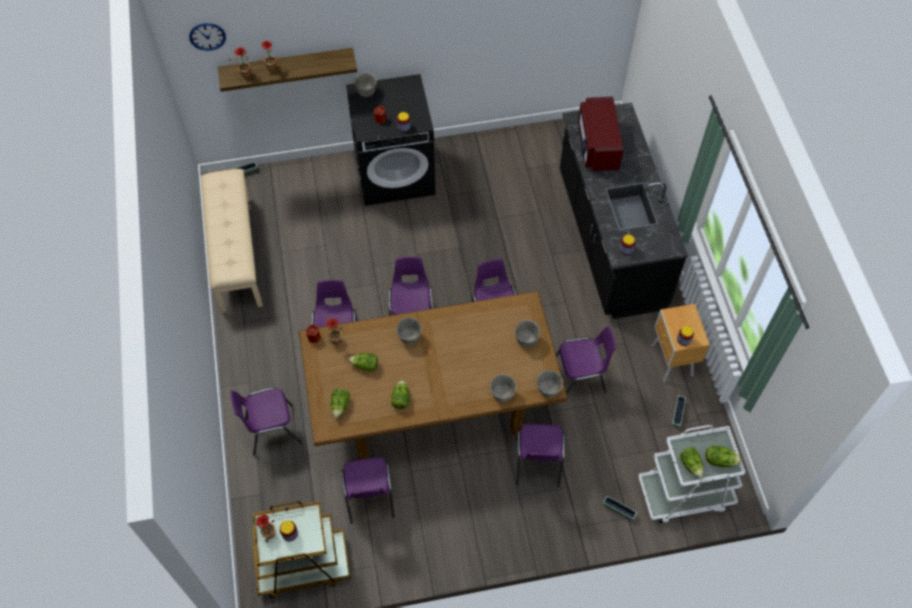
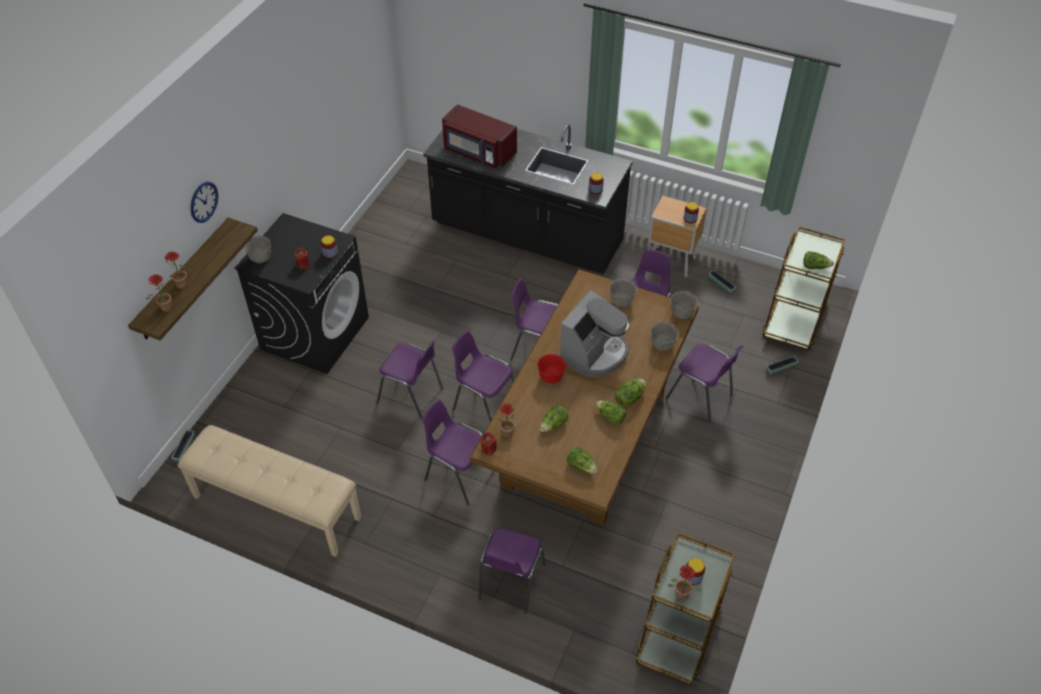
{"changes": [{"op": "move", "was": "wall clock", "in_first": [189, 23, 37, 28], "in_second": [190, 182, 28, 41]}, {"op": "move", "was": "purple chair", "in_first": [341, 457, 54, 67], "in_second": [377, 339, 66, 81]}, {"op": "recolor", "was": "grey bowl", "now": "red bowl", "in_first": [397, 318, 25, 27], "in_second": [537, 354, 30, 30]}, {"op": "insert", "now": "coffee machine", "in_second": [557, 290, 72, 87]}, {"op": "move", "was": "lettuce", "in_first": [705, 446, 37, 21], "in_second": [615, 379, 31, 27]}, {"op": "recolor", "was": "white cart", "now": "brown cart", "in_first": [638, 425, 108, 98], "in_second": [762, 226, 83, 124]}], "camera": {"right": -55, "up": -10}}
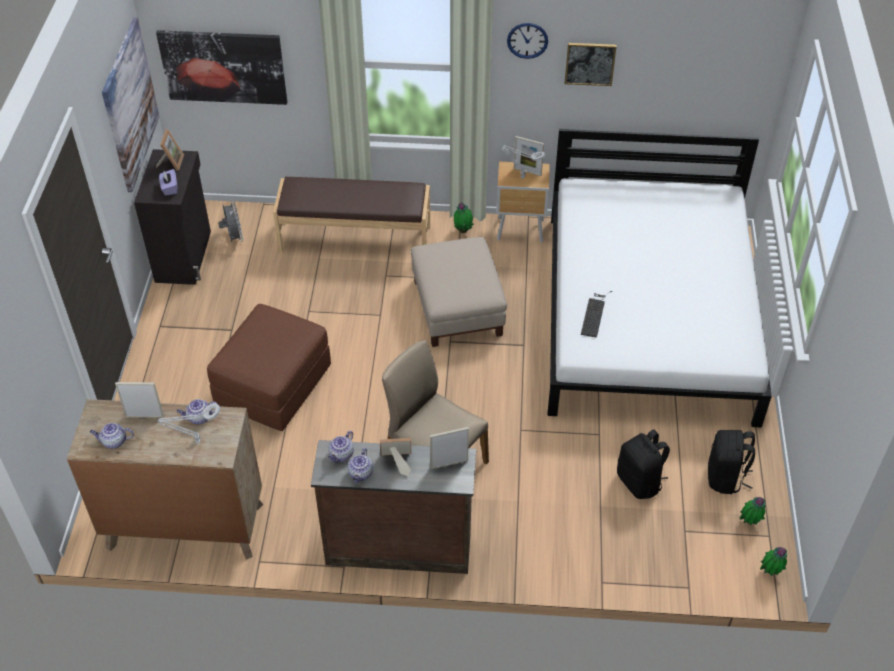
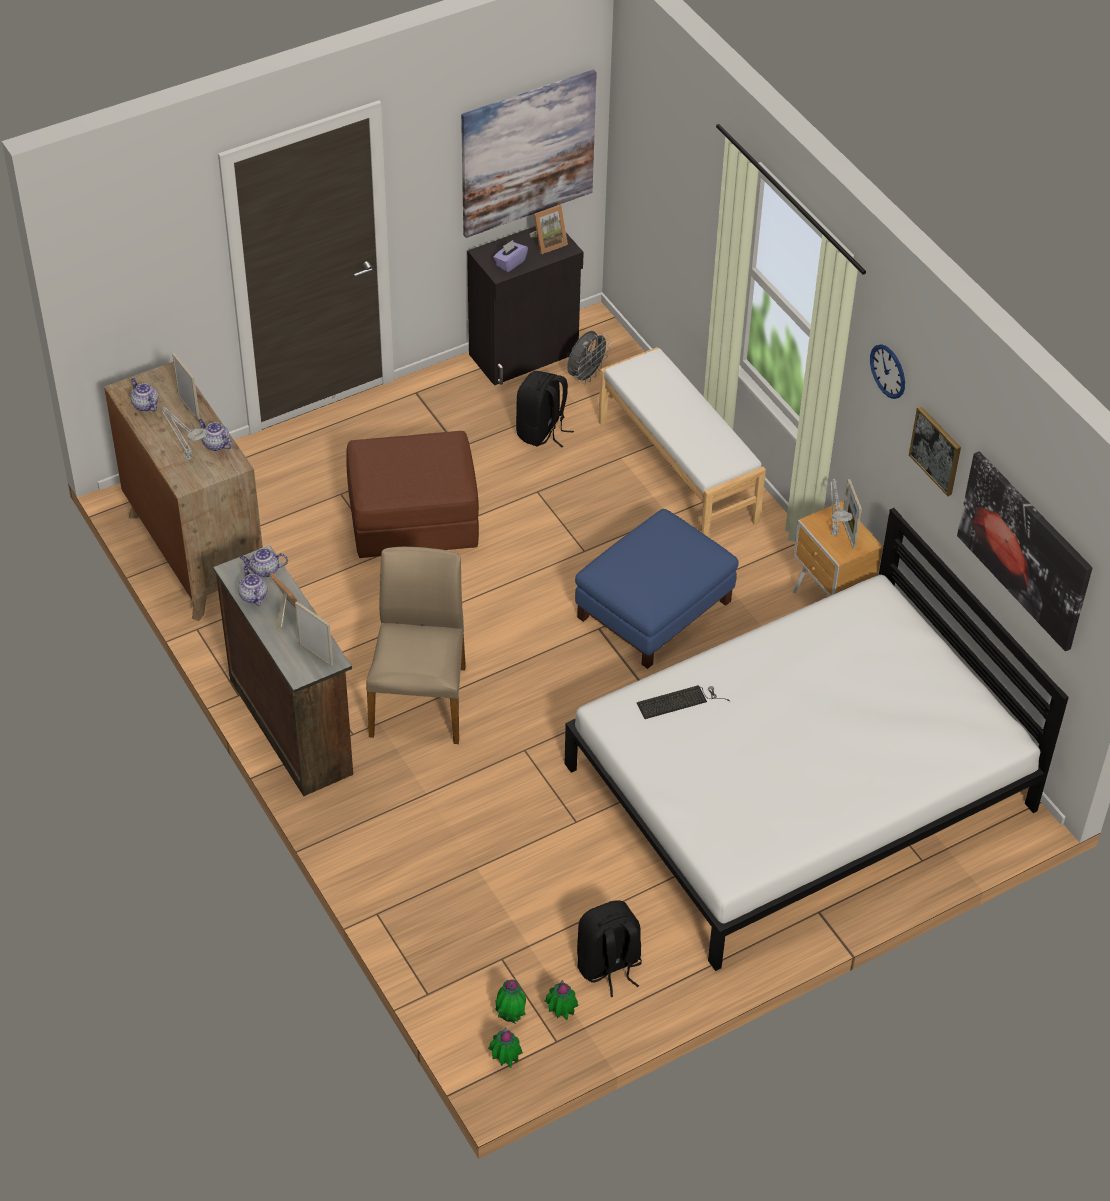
{"changes": [{"op": "rotate", "was": "teapot", "in_first": [348, 448, 25, 35], "in_second": [238, 566, 30, 40], "clockwise": 90}, {"op": "move", "was": "potted plant", "in_first": [454, 202, 20, 31], "in_second": [495, 980, 31, 44]}, {"op": "move", "was": "black backpack", "in_first": [617, 429, 53, 70], "in_second": [516, 371, 58, 76]}, {"op": "recolor", "was": "beige ottoman", "now": "blue ottoman", "in_first": [411, 237, 96, 110], "in_second": [575, 509, 164, 160]}, {"op": "recolor", "was": "brown bench", "now": "white bench", "in_first": [273, 177, 157, 76], "in_second": [598, 347, 168, 190]}, {"op": "move", "was": "picture", "in_first": [156, 30, 131, 75], "in_second": [957, 451, 136, 201]}], "camera": {"right": 55, "up": 0}}
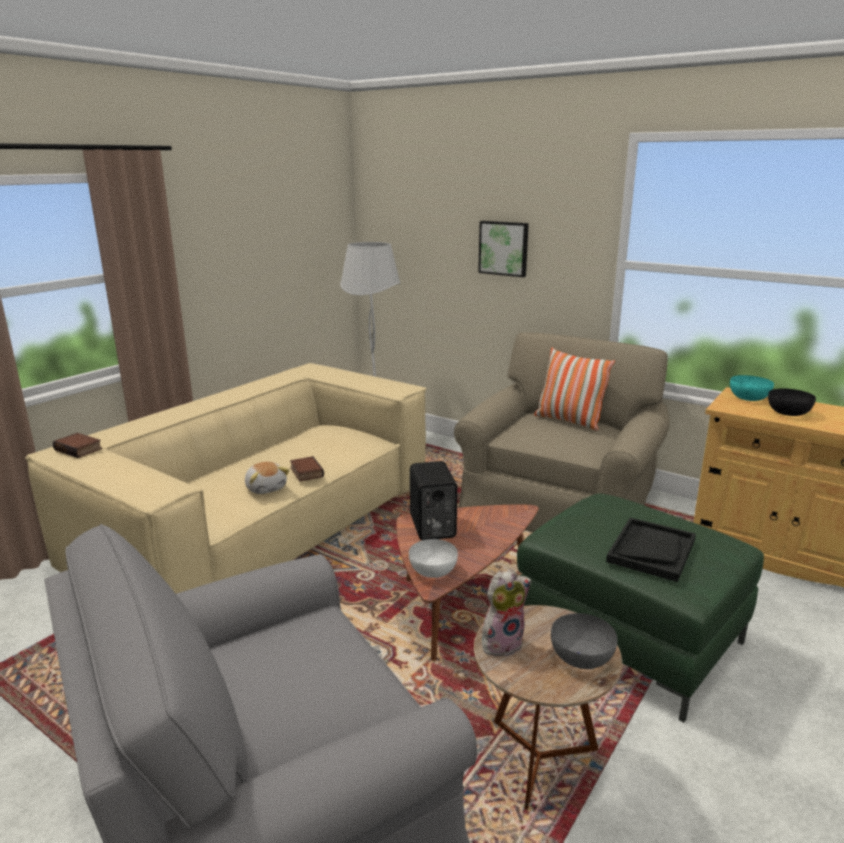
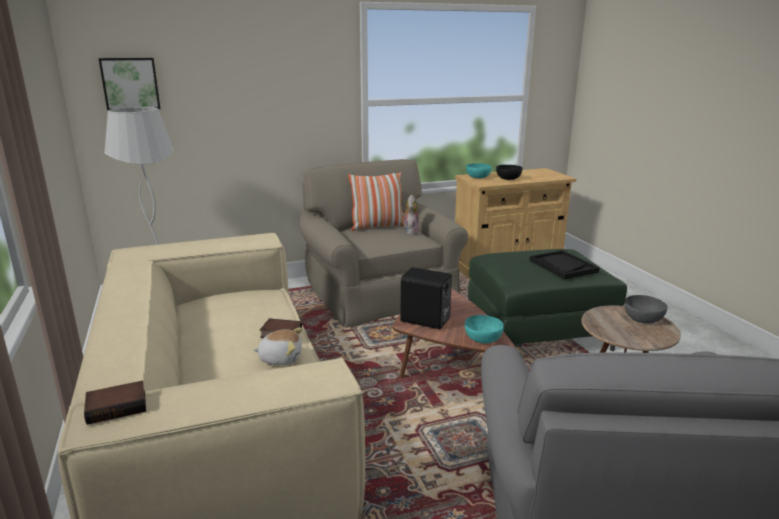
{"changes": [{"op": "move", "was": "picture", "in_first": [478, 221, 51, 56], "in_second": [98, 58, 63, 53]}, {"op": "move", "was": "plush toy", "in_first": [482, 569, 49, 90], "in_second": [402, 195, 17, 40]}, {"op": "recolor", "was": "white bowl", "now": "turquoise bowl", "in_first": [409, 539, 49, 39], "in_second": [465, 315, 39, 28]}], "camera": {"right": -55, "up": 0}}
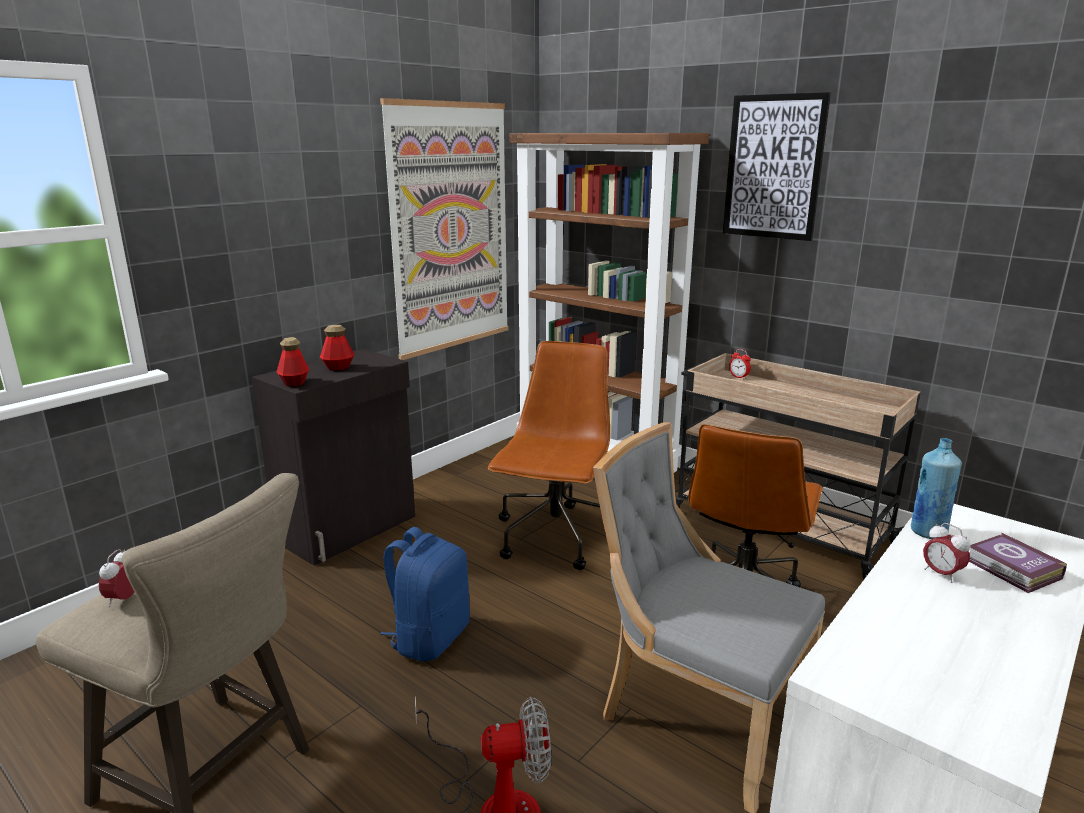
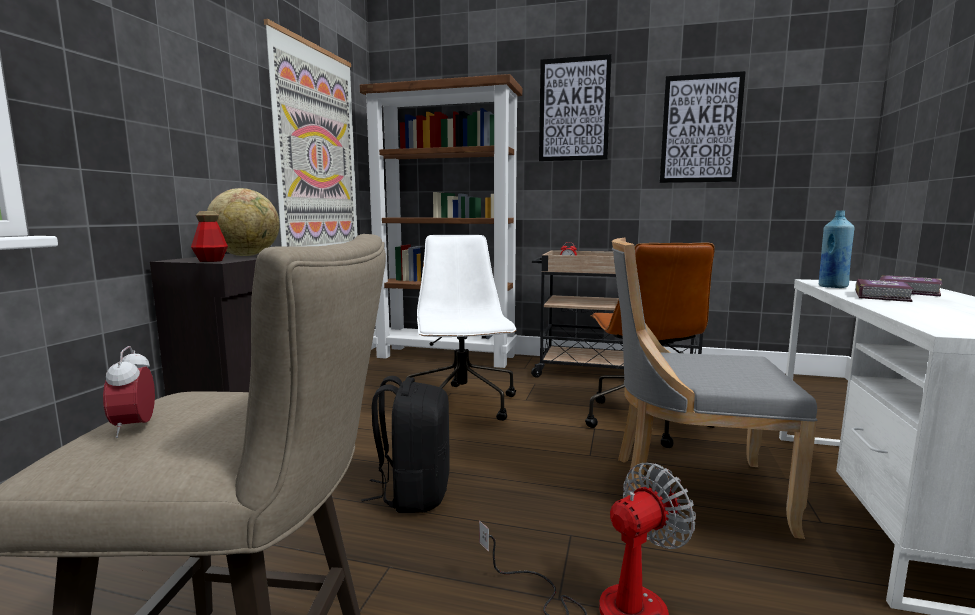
{"changes": [{"op": "replace", "was": "bottle", "now": "globe", "in_first": [320, 325, 35, 46], "in_second": [207, 188, 73, 68]}, {"op": "recolor", "was": "blue backpack", "now": "black backpack", "in_first": [380, 527, 90, 134], "in_second": [361, 376, 89, 137]}, {"op": "recolor", "was": "brown office chair", "now": "white office chair", "in_first": [488, 341, 122, 229], "in_second": [407, 235, 109, 186]}, {"op": "insert", "now": "picture", "in_second": [660, 71, 86, 112]}, {"op": "replace", "was": "alarm clock", "now": "book", "in_first": [923, 523, 47, 60], "in_second": [855, 279, 58, 23]}], "camera": {"right": -25, "up": -10}}
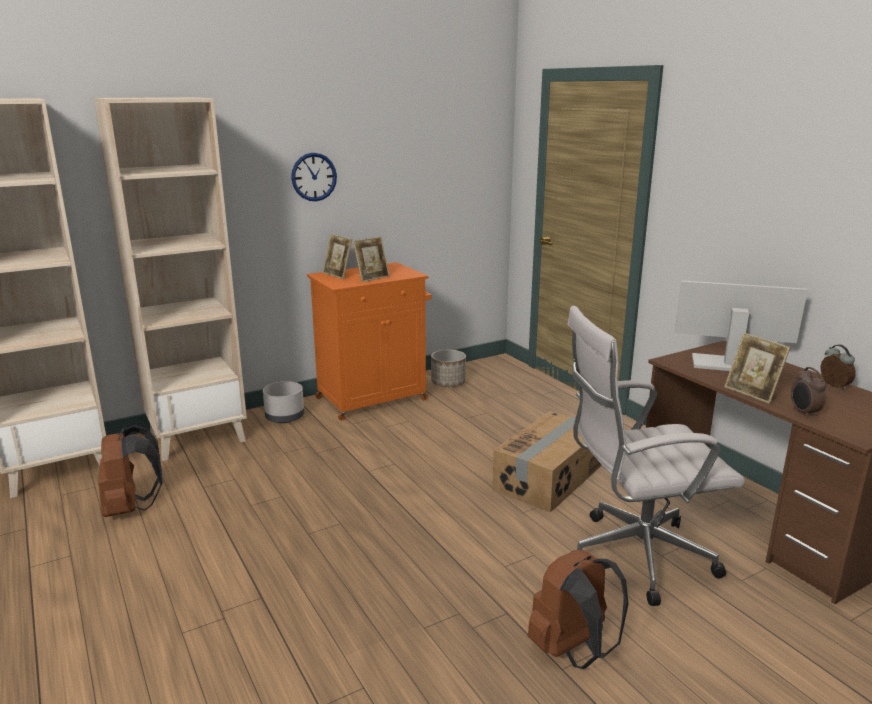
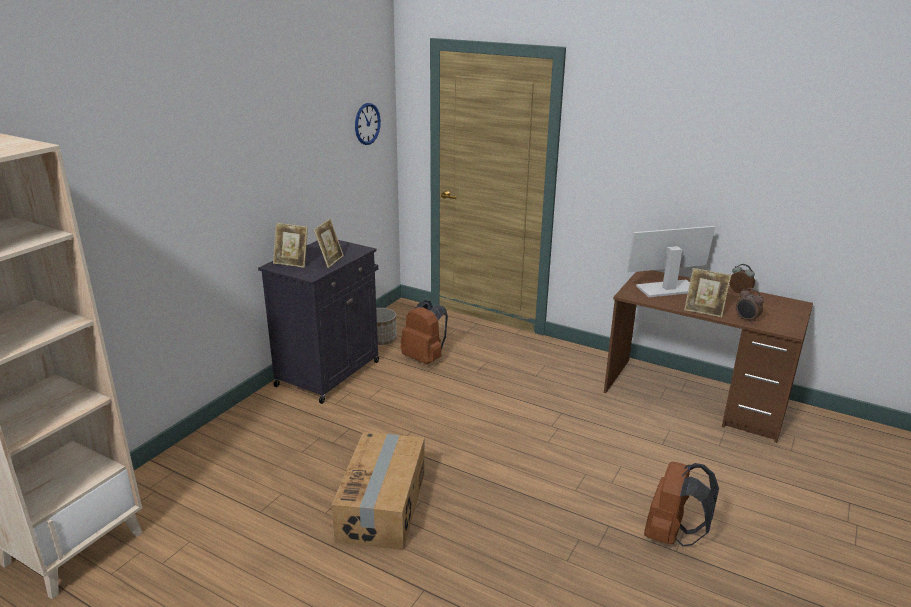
{"changes": [{"op": "recolor", "was": "orange cabinet", "now": "black cabinet", "in_first": [307, 262, 124, 159], "in_second": [258, 240, 121, 164]}, {"op": "move", "was": "cardboard box", "in_first": [492, 411, 109, 102], "in_second": [332, 432, 93, 118]}, {"op": "move", "was": "wall clock", "in_first": [291, 153, 46, 48], "in_second": [355, 103, 26, 42]}, {"op": "move", "was": "brown backpack", "in_first": [98, 425, 65, 92], "in_second": [401, 300, 47, 64]}, {"op": "delete", "was": "beige bookcase", "in_first": [94, 97, 153, 364]}, {"op": "delete", "was": "grey planter", "in_first": [263, 381, 41, 42]}, {"op": "delete", "was": "white office chair", "in_first": [567, 306, 178, 300]}], "camera": {"right": -30, "up": 5}}
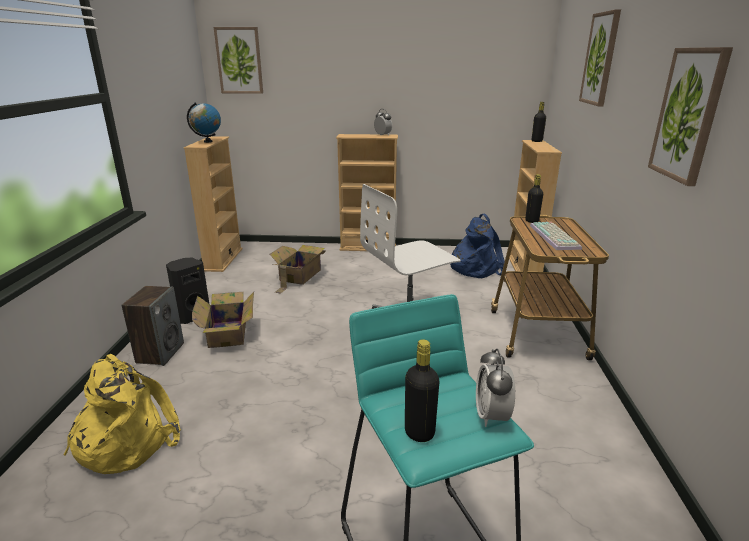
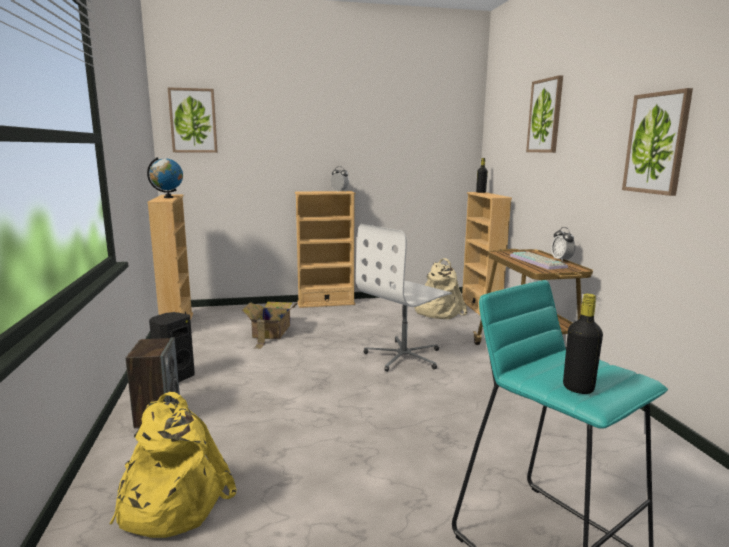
{"changes": [{"op": "recolor", "was": "blue backpack", "now": "beige backpack", "in_first": [450, 214, 55, 64], "in_second": [414, 258, 54, 61]}, {"op": "move", "was": "alarm clock", "in_first": [476, 349, 39, 78], "in_second": [551, 227, 24, 35]}, {"op": "delete", "was": "cardboard box", "in_first": [192, 292, 62, 56]}, {"op": "delete", "was": "black bottle", "in_first": [525, 174, 18, 49]}], "camera": {"right": -15, "up": -10}}
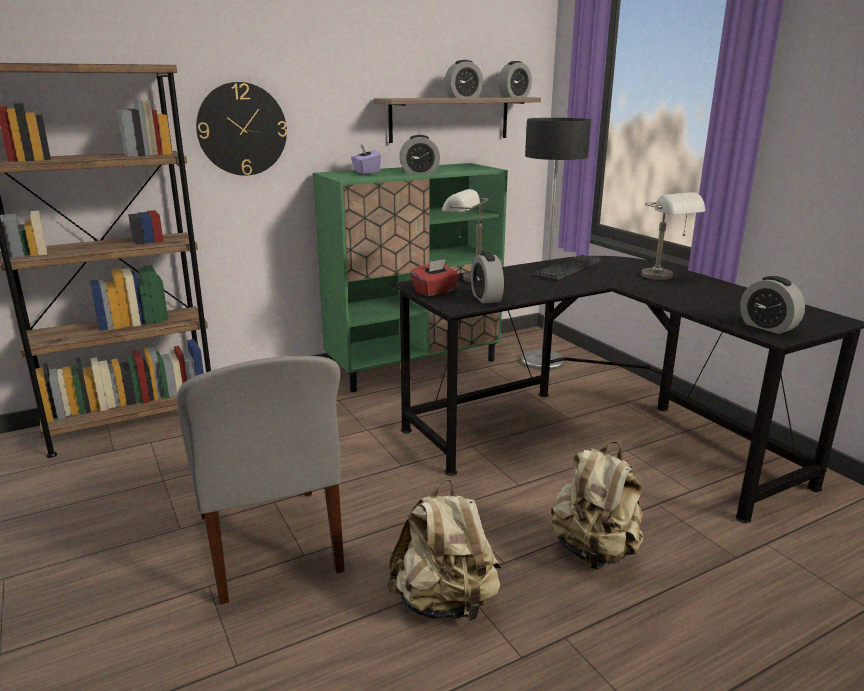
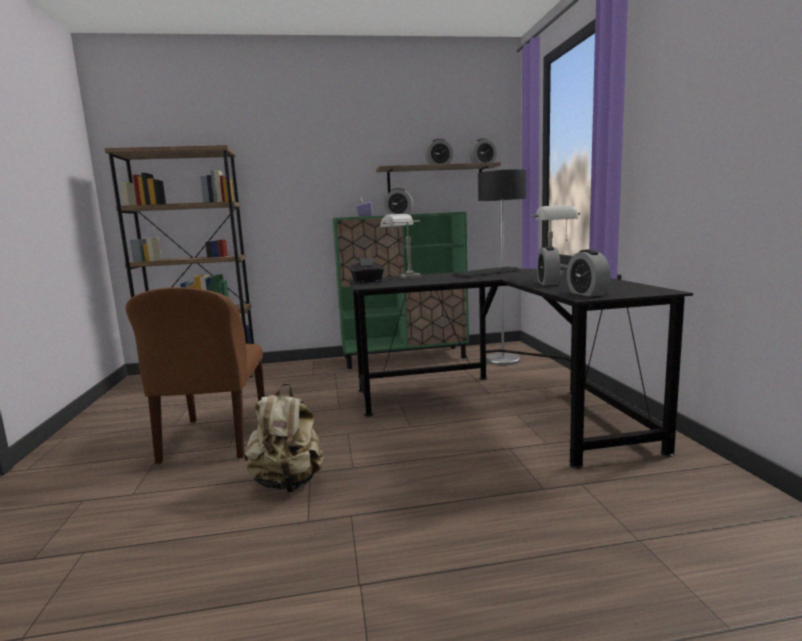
{"changes": [{"op": "recolor", "was": "grey chair", "now": "brown chair", "in_first": [177, 356, 168, 249], "in_second": [126, 287, 139, 177]}, {"op": "recolor", "was": "red tissue box", "now": "black tissue box", "in_first": [411, 259, 48, 37], "in_second": [350, 257, 34, 26]}, {"op": "move", "was": "alarm clock", "in_first": [471, 253, 33, 51], "in_second": [537, 246, 24, 39]}, {"op": "delete", "was": "wall clock", "in_first": [196, 82, 91, 94]}, {"op": "delete", "was": "beige backpack", "in_first": [551, 442, 93, 128]}], "camera": {"right": 20, "up": -10}}
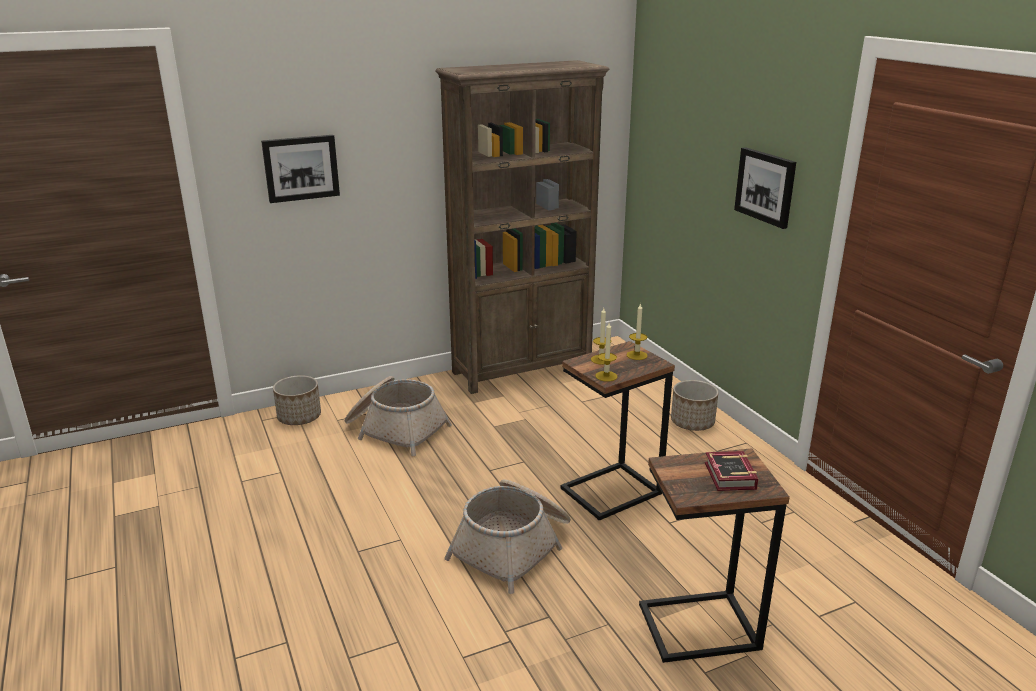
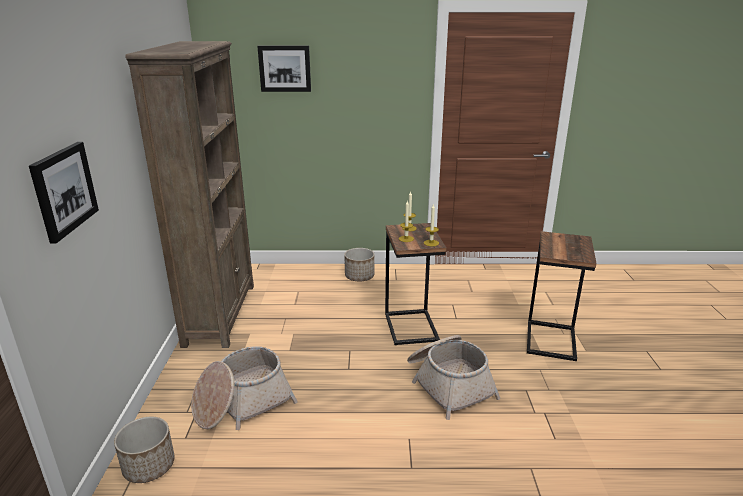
{"changes": [{"op": "move", "was": "picture", "in_first": [734, 147, 62, 82], "in_second": [257, 46, 54, 46]}, {"op": "delete", "was": "book", "in_first": [705, 451, 53, 40]}], "camera": {"right": -65, "up": 0}}
